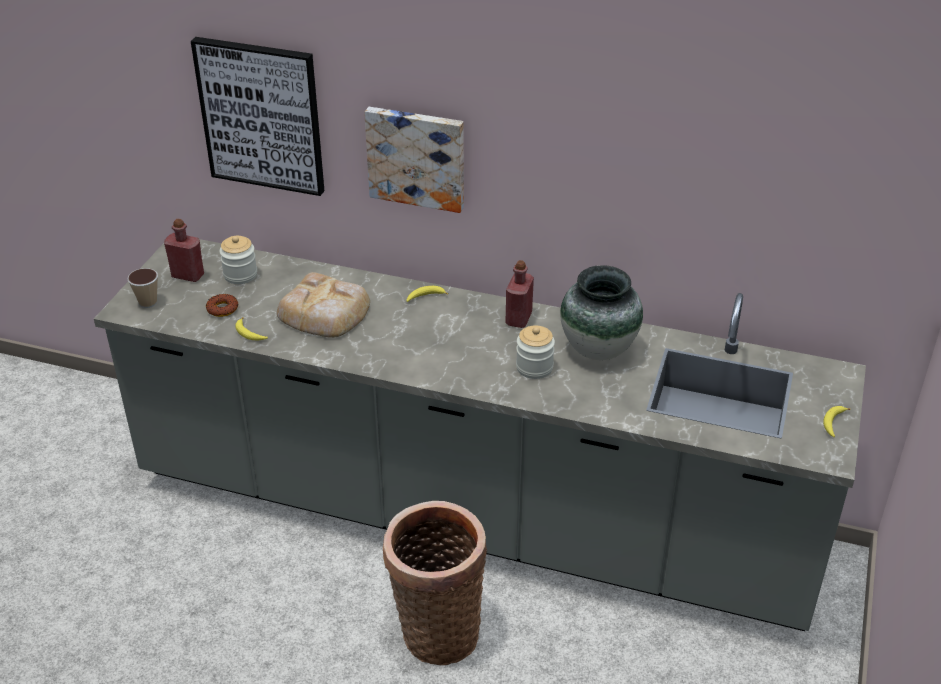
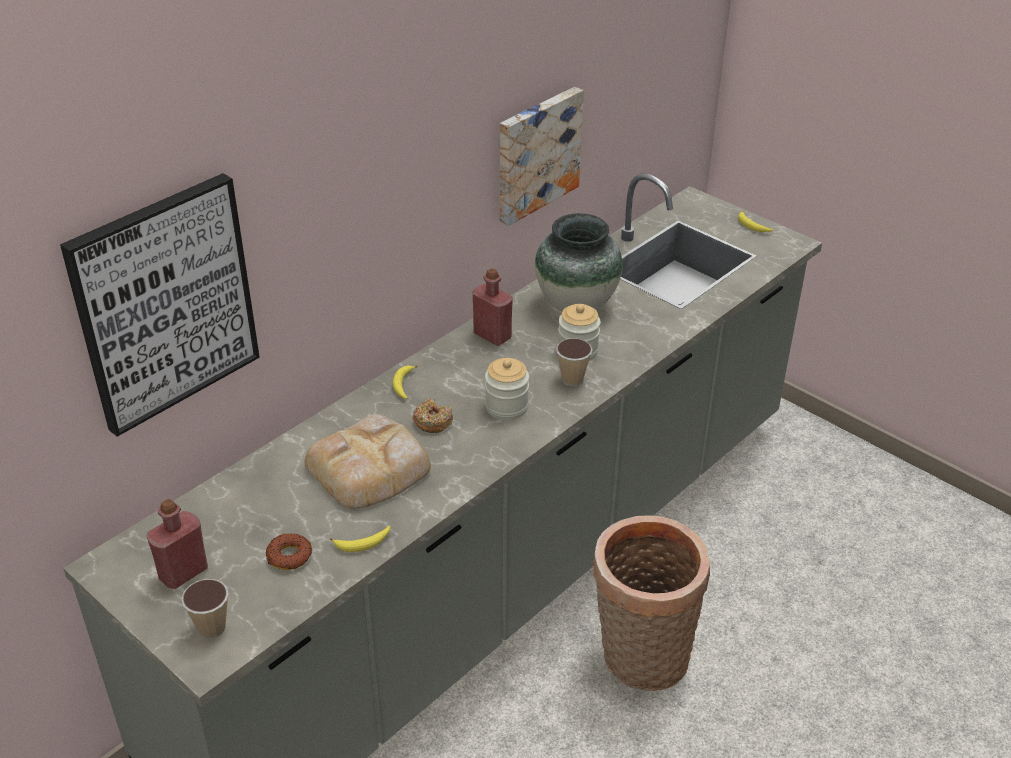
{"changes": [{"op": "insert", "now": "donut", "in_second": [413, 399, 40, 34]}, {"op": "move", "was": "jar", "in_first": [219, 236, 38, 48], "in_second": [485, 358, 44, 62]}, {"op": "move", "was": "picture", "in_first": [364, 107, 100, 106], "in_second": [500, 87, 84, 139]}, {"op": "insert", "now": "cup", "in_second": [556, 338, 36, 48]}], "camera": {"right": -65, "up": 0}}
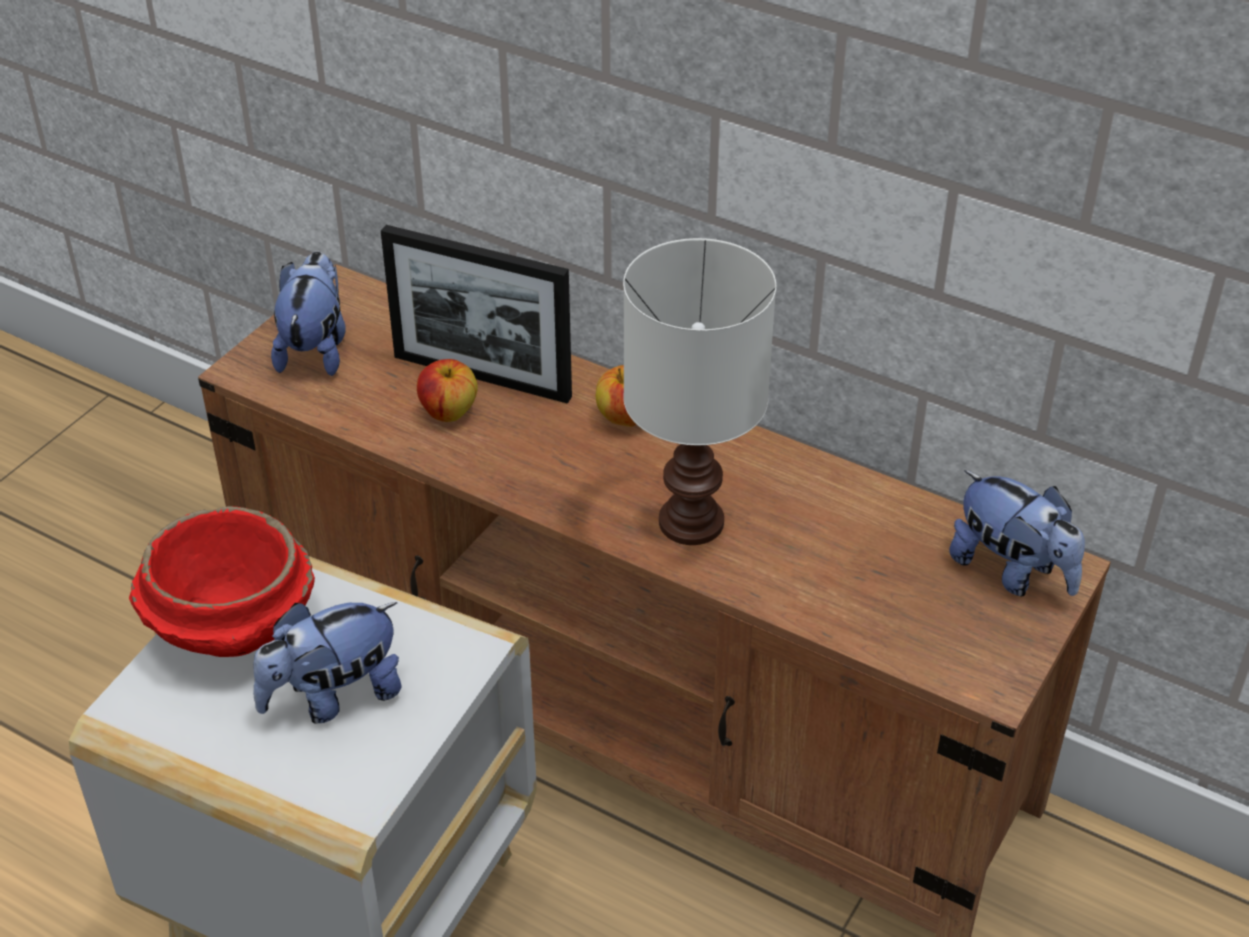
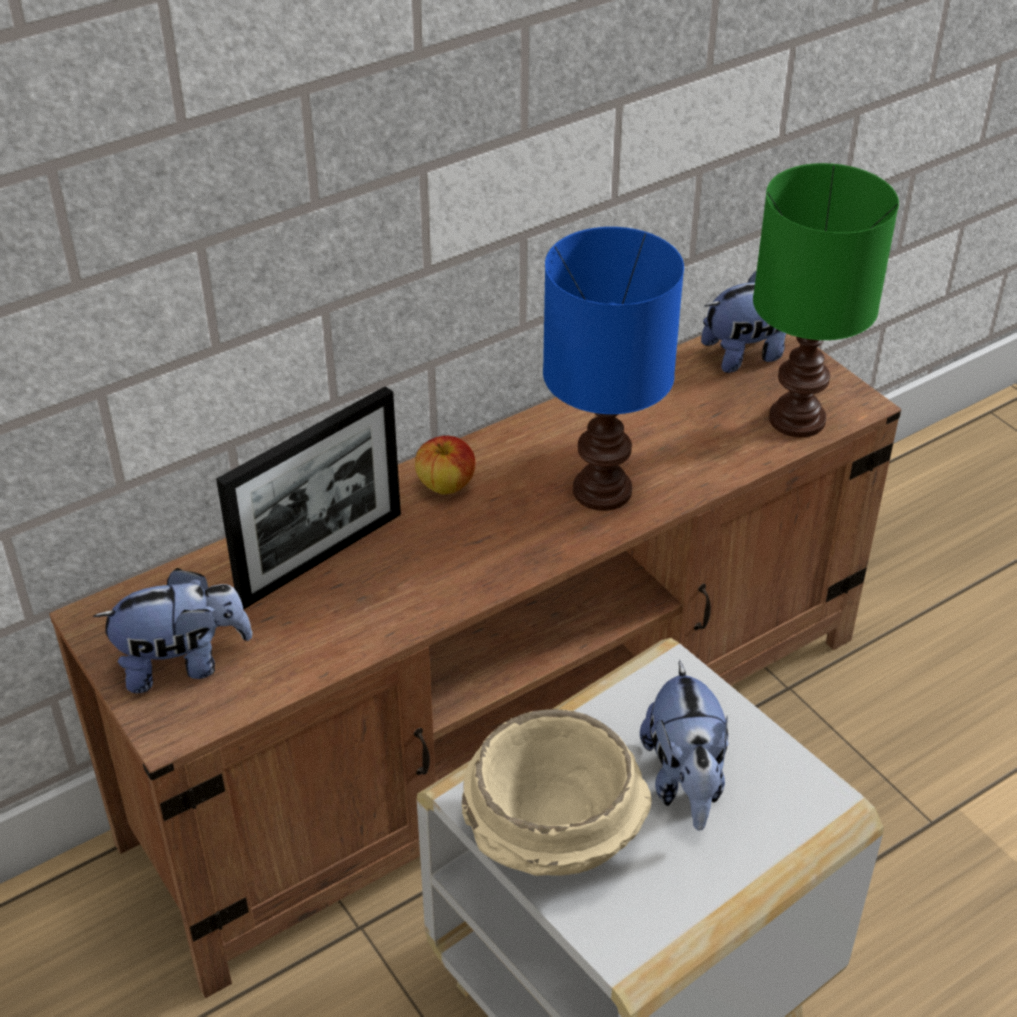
{"changes": [{"op": "rotate", "was": "plush toy", "in_first": [271, 252, 75, 124], "in_second": [93, 568, 160, 125], "clockwise": 135}, {"op": "recolor", "was": "red bowl", "now": "beige bowl", "in_first": [129, 506, 186, 151], "in_second": [462, 709, 190, 167]}, {"op": "recolor", "was": "white table lamp", "now": "blue table lamp", "in_first": [623, 238, 153, 307], "in_second": [543, 227, 141, 284]}, {"op": "insert", "now": "green table lamp", "in_second": [753, 163, 146, 274]}, {"op": "delete", "was": "apple", "in_first": [417, 359, 61, 63]}], "camera": {"right": -65, "up": 0}}
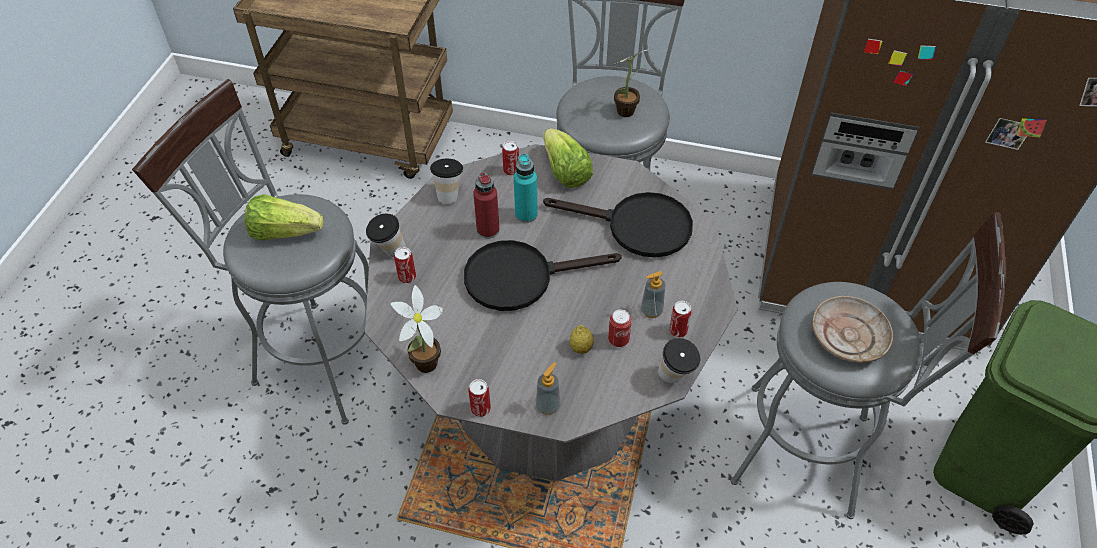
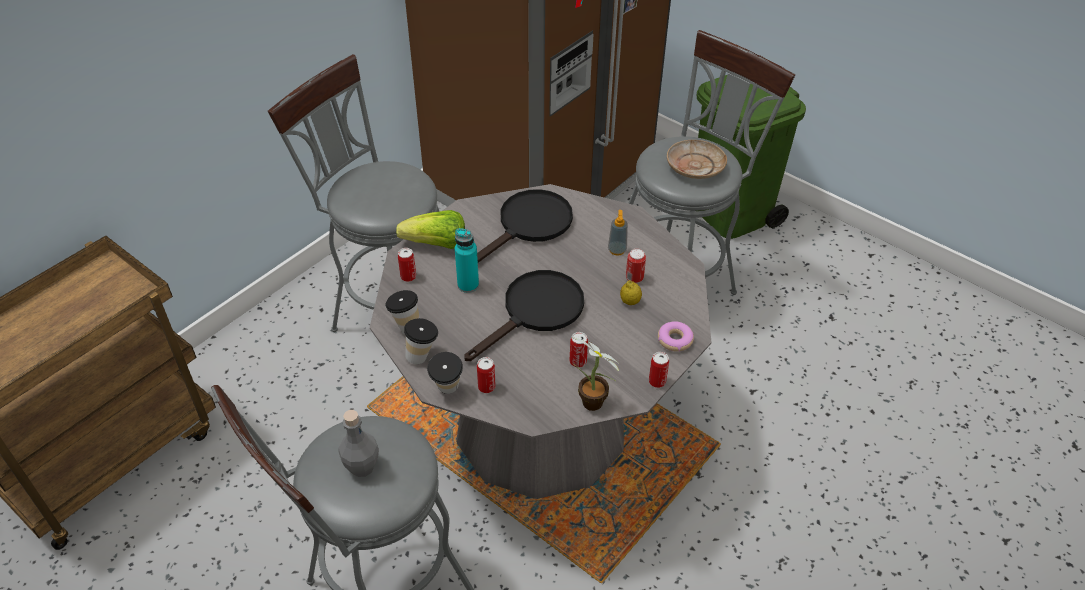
{"changes": [{"op": "replace", "was": "lettuce", "now": "grey bottle", "in_first": [244, 194, 80, 46], "in_second": [338, 410, 41, 67]}, {"op": "move", "was": "cup", "in_first": [658, 338, 42, 45], "in_second": [404, 318, 34, 46]}, {"op": "rotate", "was": "black frying pan", "in_first": [464, 240, 158, 71], "in_second": [464, 270, 120, 91], "clockwise": -150}, {"op": "move", "was": "can", "in_first": [669, 301, 23, 37], "in_second": [570, 332, 18, 35]}, {"op": "replace", "was": "soap dispenser", "now": "donut", "in_first": [536, 362, 24, 53], "in_second": [658, 321, 36, 31]}, {"op": "delete", "was": "red bottle", "in_first": [473, 172, 26, 67]}, {"op": "delete", "was": "potted plant", "in_first": [607, 49, 44, 68]}], "camera": {"right": -65, "up": -5}}
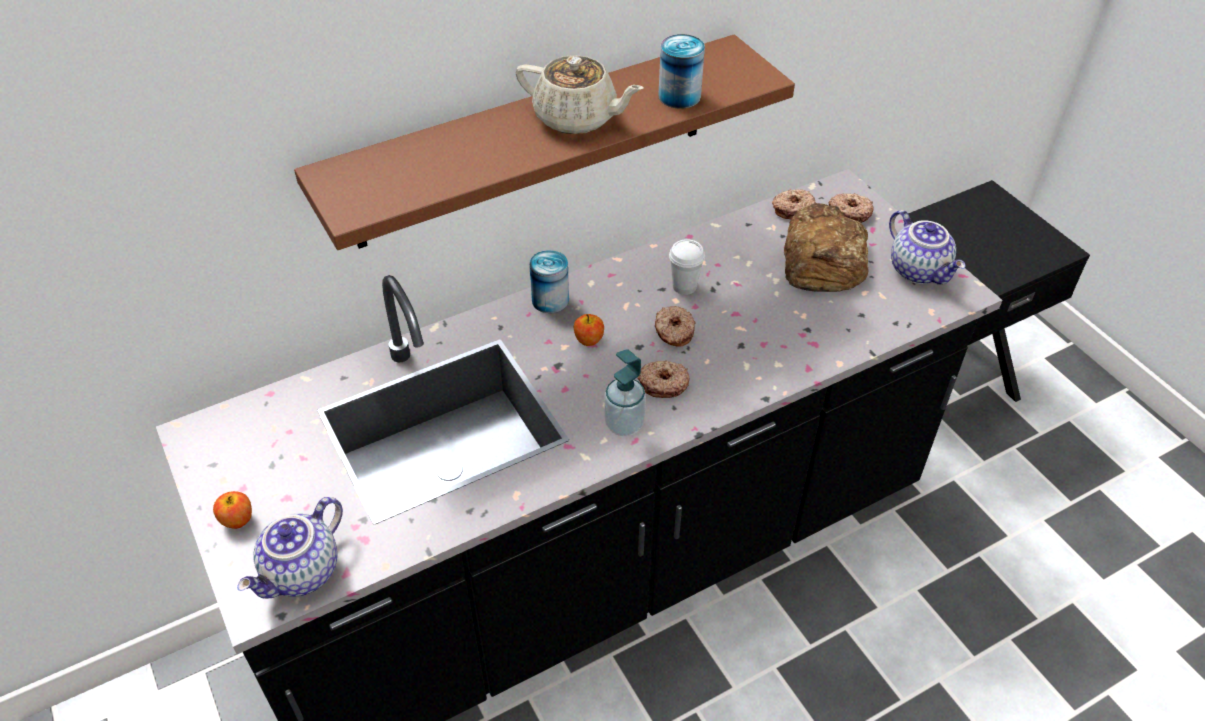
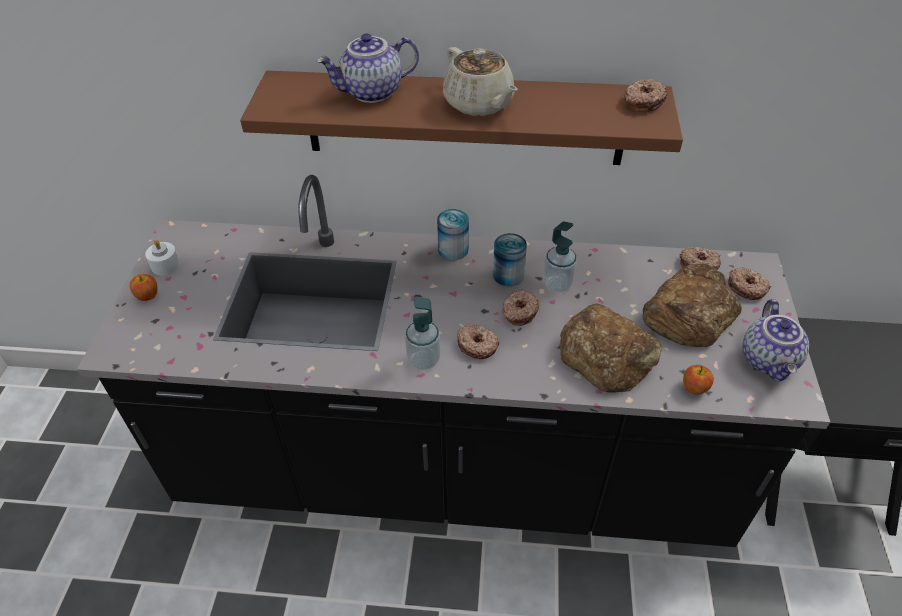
{"changes": [{"op": "insert", "now": "white candle", "in_second": [145, 240, 35, 35]}, {"op": "move", "was": "teapot", "in_first": [237, 497, 106, 102], "in_second": [316, 34, 103, 69]}, {"op": "move", "was": "can", "in_first": [658, 34, 47, 75], "in_second": [493, 233, 34, 53]}, {"op": "replace", "was": "white cup", "now": "soap dispenser", "in_first": [669, 239, 36, 56], "in_second": [543, 222, 34, 70]}, {"op": "insert", "now": "bread", "in_second": [559, 303, 103, 90]}, {"op": "insert", "now": "donut", "in_second": [624, 79, 44, 33]}, {"op": "move", "was": "apple", "in_first": [574, 314, 30, 32], "in_second": [683, 365, 31, 30]}], "camera": {"right": 35, "up": 0}}
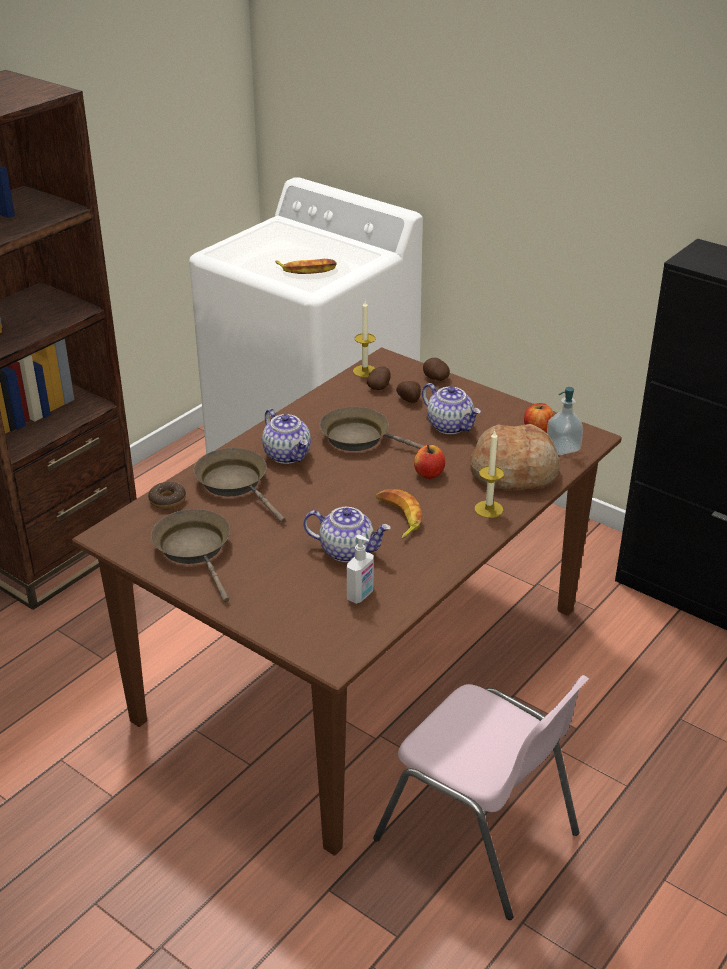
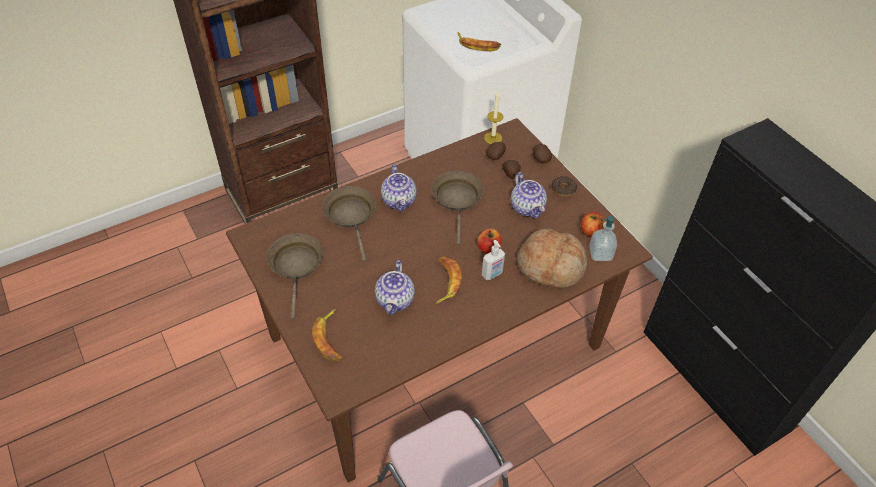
{"changes": [{"op": "insert", "now": "banana", "in_second": [312, 309, 30, 52]}, {"op": "rotate", "was": "teapot", "in_first": [303, 507, 88, 55], "in_second": [375, 260, 40, 55], "clockwise": 60}, {"op": "rotate", "was": "brown frying pan", "in_first": [320, 407, 104, 44], "in_second": [432, 171, 51, 75], "clockwise": 45}, {"op": "move", "was": "soap dispenser", "in_first": [347, 535, 27, 69], "in_second": [482, 240, 23, 40]}, {"op": "move", "was": "donut", "in_first": [148, 482, 38, 27], "in_second": [551, 176, 26, 21]}, {"op": "delete", "was": "candle", "in_first": [474, 431, 30, 87]}], "camera": {"right": 20, "up": 15}}
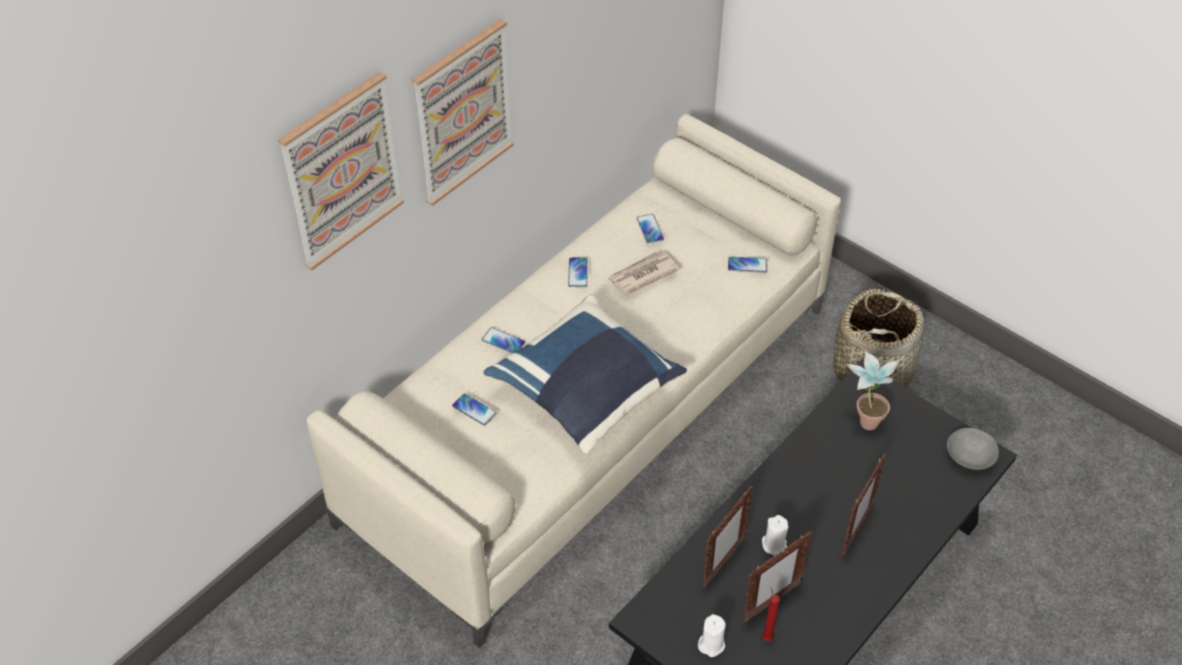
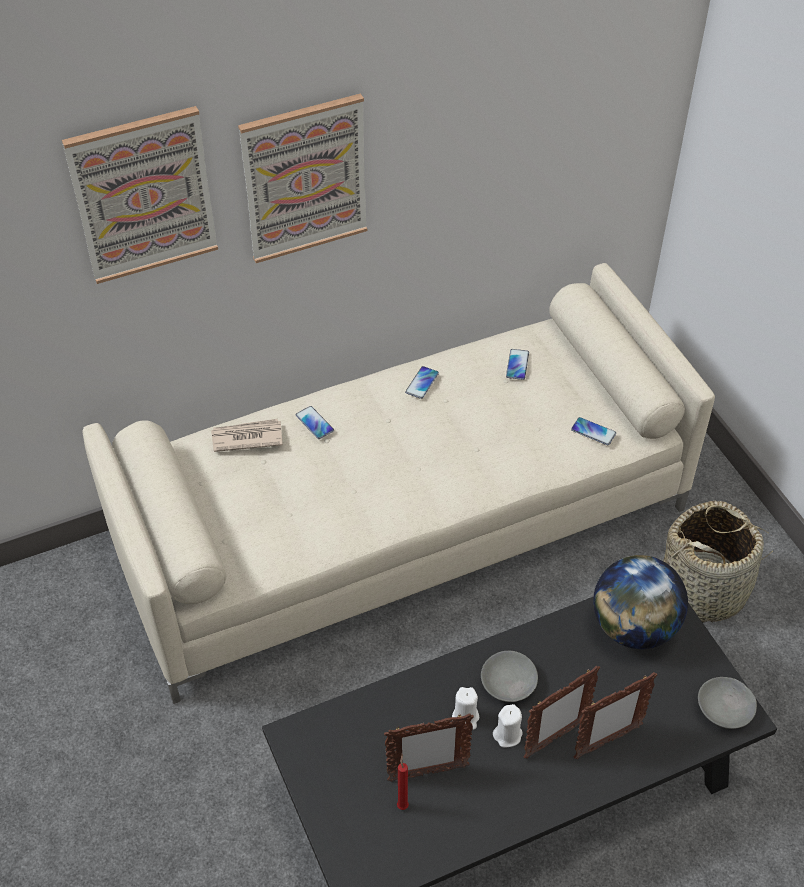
{"changes": [{"op": "move", "was": "newspaper", "in_first": [608, 251, 71, 44], "in_second": [211, 419, 72, 33]}, {"op": "insert", "now": "grey bowl", "in_second": [481, 651, 57, 51]}, {"op": "move", "was": "white candle", "in_first": [698, 614, 28, 43], "in_second": [493, 704, 29, 44]}, {"op": "move", "was": "picture frame", "in_first": [702, 486, 51, 102], "in_second": [574, 672, 83, 87]}, {"op": "replace", "was": "potted plant", "now": "globe", "in_first": [846, 351, 53, 79], "in_second": [593, 555, 95, 94]}, {"op": "delete", "was": "phone", "in_first": [452, 393, 44, 33]}, {"op": "delete", "was": "blue pillow", "in_first": [483, 294, 204, 160]}], "camera": {"right": 25, "up": 0}}
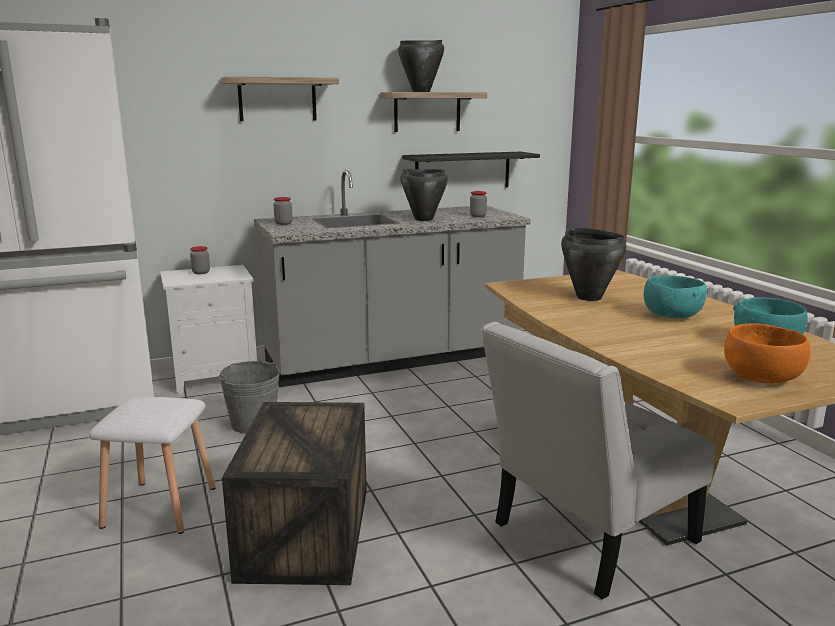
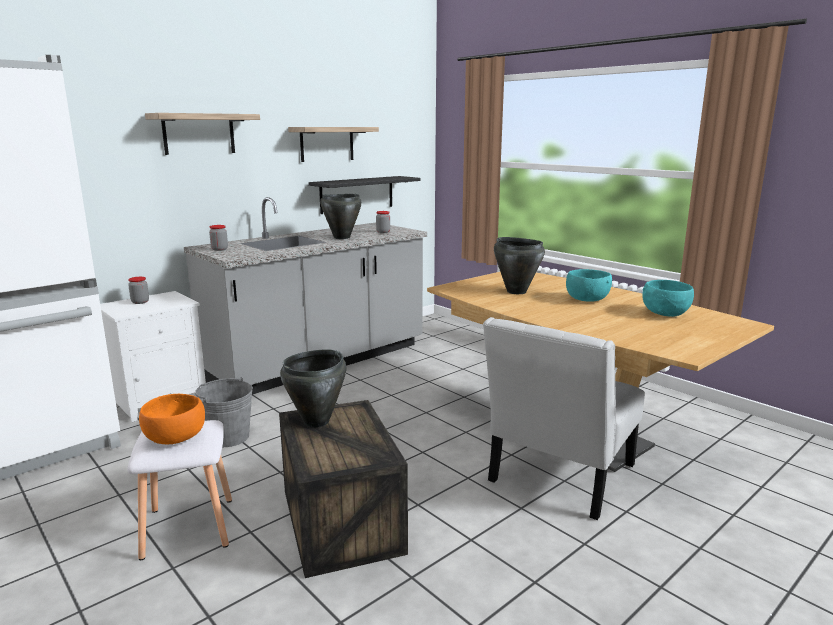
{"changes": [{"op": "move", "was": "orange bowl", "in_first": [724, 323, 86, 60], "in_second": [139, 394, 66, 50]}, {"op": "move", "was": "black cooking pot", "in_first": [398, 40, 46, 52], "in_second": [280, 349, 66, 79]}], "camera": {"right": -20, "up": 0}}
